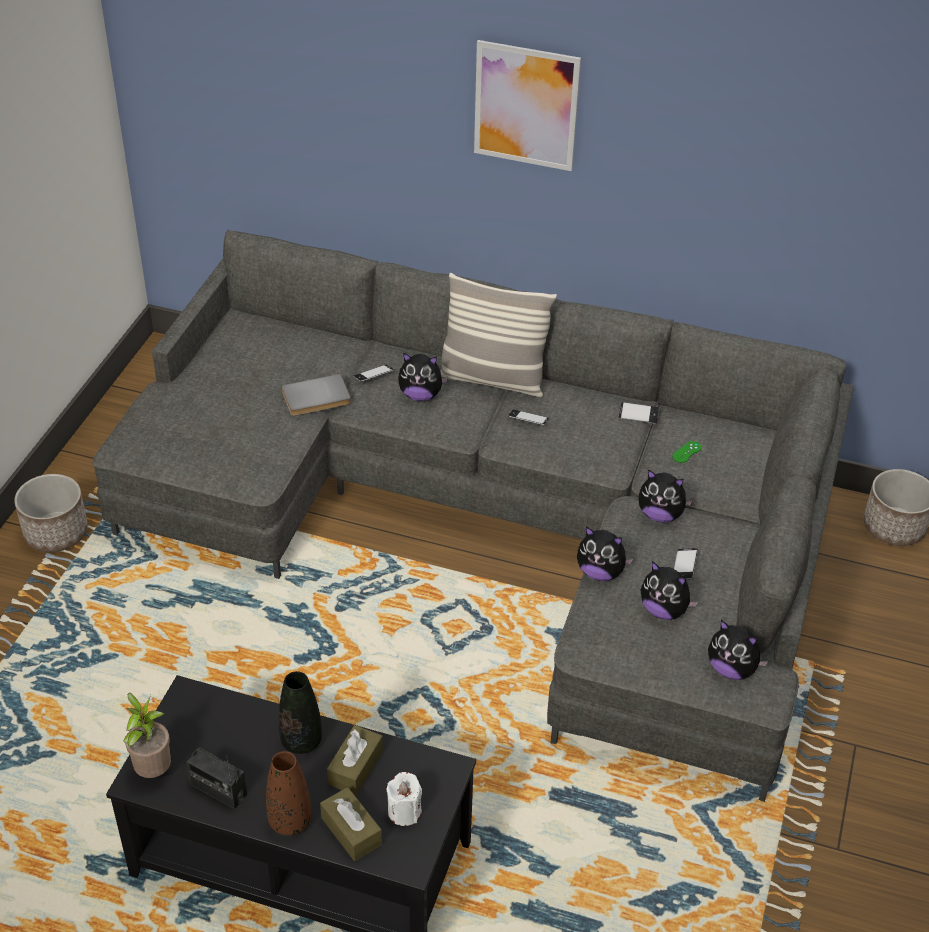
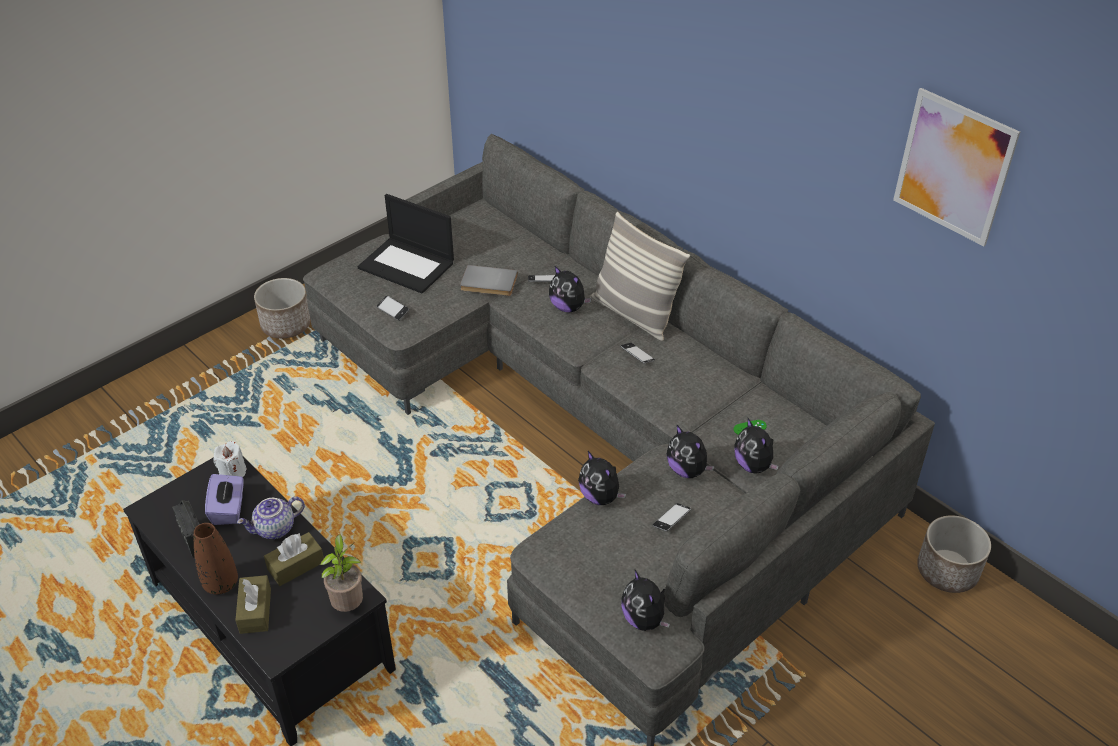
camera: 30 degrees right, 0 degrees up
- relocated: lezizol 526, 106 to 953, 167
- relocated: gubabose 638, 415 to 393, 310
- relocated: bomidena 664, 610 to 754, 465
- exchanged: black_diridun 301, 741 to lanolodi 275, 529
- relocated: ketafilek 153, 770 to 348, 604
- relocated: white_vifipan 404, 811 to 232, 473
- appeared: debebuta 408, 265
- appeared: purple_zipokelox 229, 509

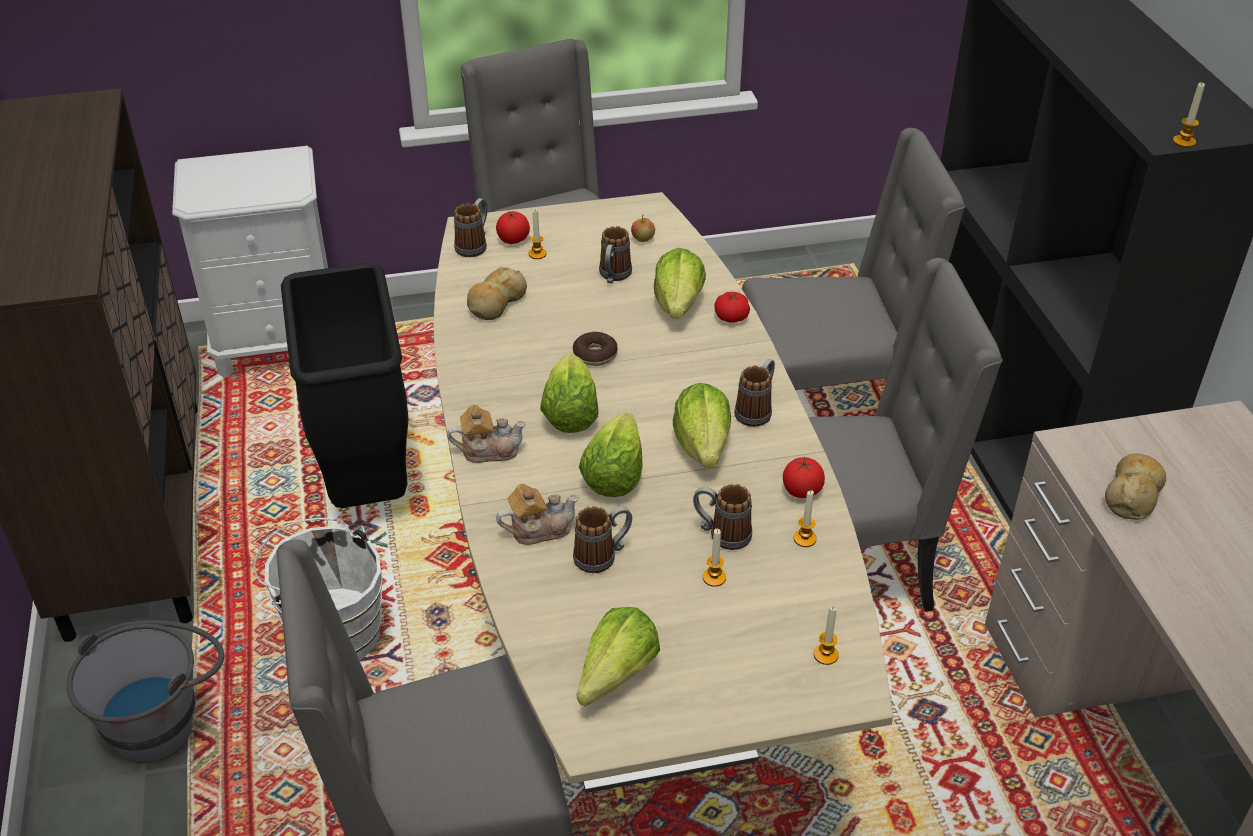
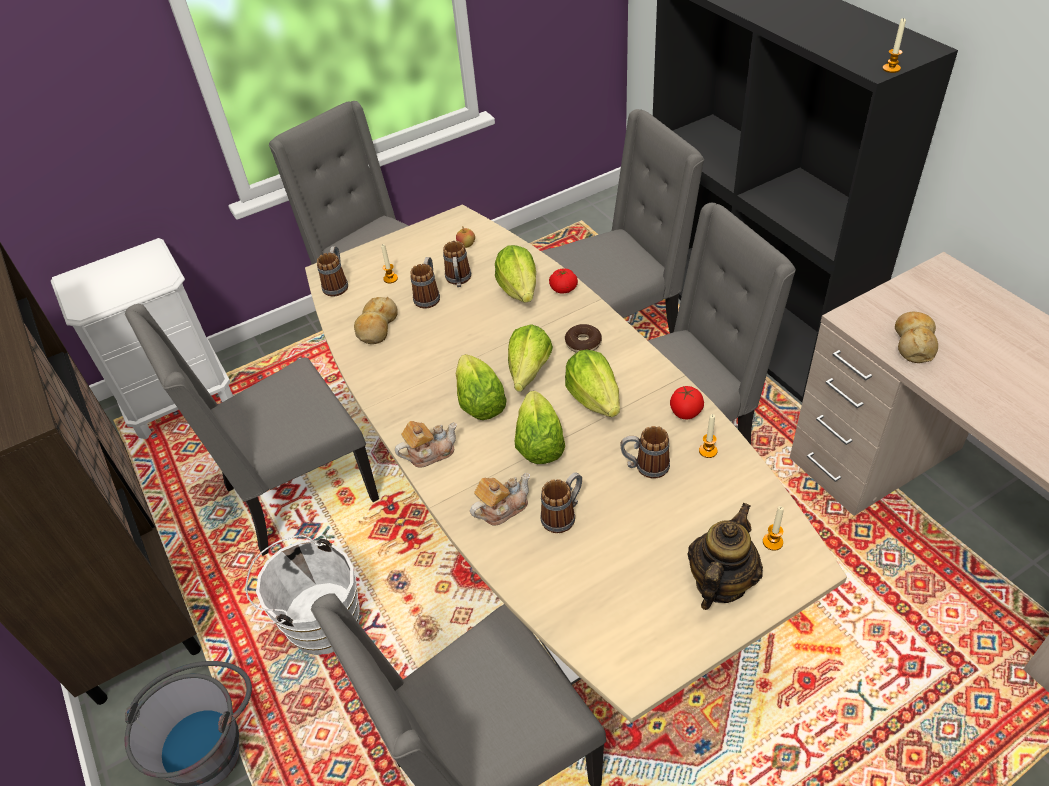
camera: 15 degrees left, 5 degrees up
- missing: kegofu 513, 240
- exchanged: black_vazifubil 365, 487 to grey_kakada 297, 494
- relocated: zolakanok 595, 355 to 583, 343
- relocated: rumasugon 756, 410 to 428, 296
- missing: vifipan 714, 578
- relocated: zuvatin 609, 682 to 526, 377
- appeared: lanolodi 720, 583

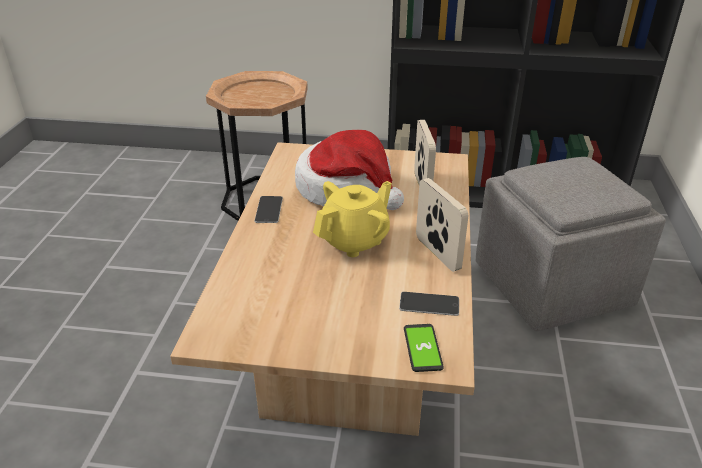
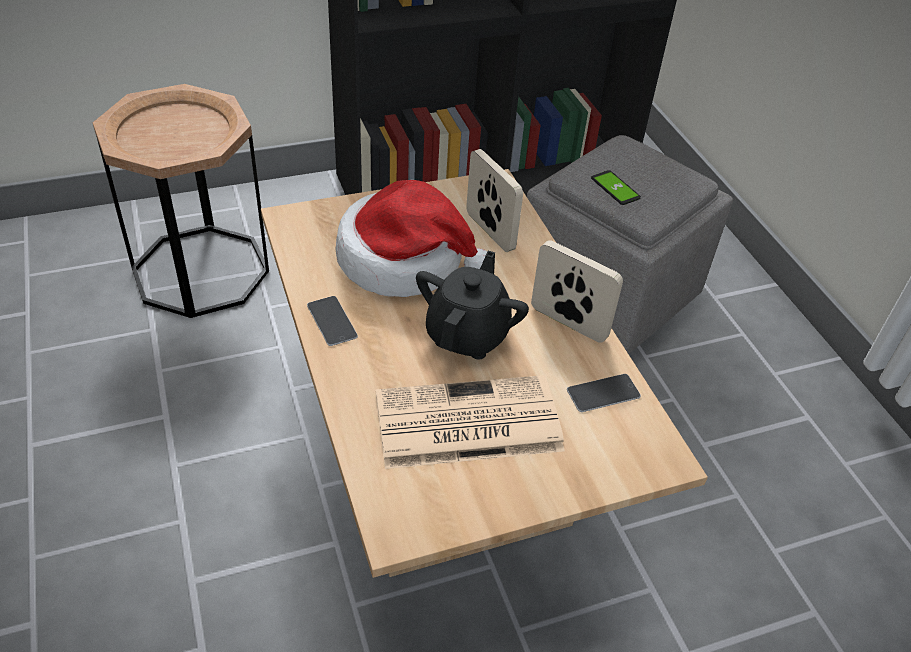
camera: 30 degrees left, 10 degrees up
- colour: yellow_lanolodi 354, 240 to black_lanolodi 468, 334
- relocated: gubabose 422, 348 to 615, 188
- appeared: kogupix 465, 424

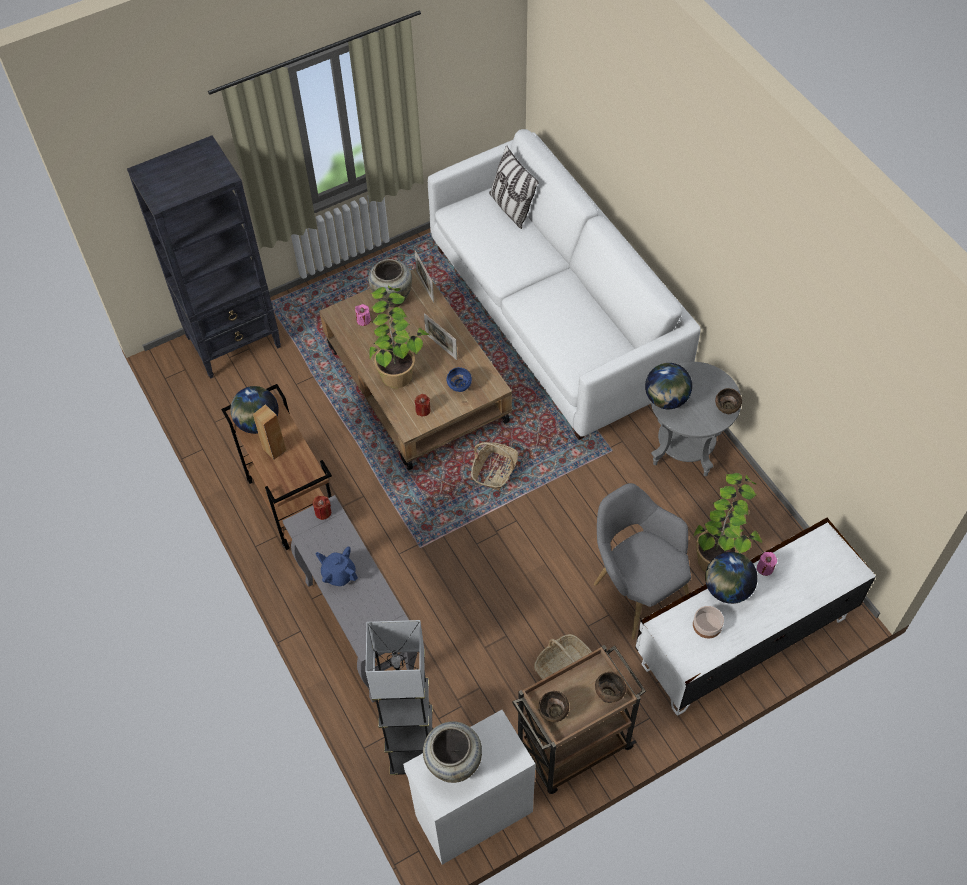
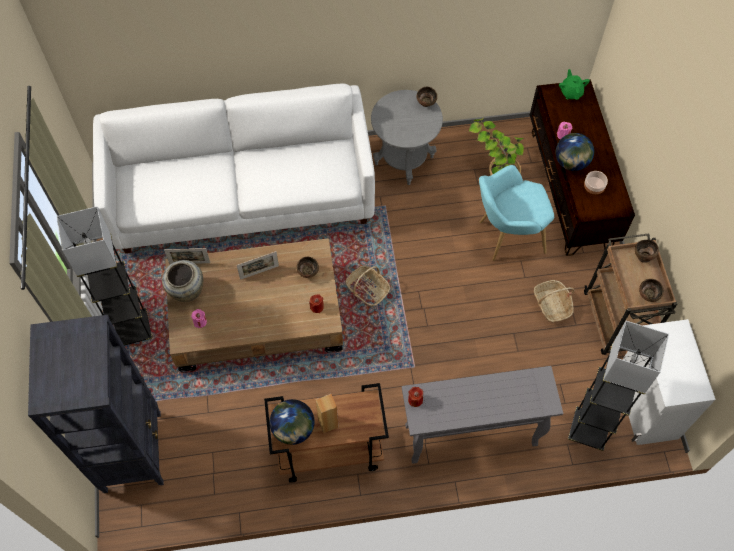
camera: 70 degrees left, 5 degrees up
- missing: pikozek 511, 208
- missing: ketafilek 397, 362
- missing: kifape 666, 399
- colour: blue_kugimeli 460, 388 to brown_kugimeli 308, 273
- colour: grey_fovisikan 635, 589 to turquoise_fovisikan 506, 236
- colour: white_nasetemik 742, 640 to brown_nasetemik 569, 189
- missing: blue_lanolodi 338, 574
- missing: beige_diridun 453, 764
- appeared: green_lanolodi 571, 92
- appeared: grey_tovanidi 133, 330

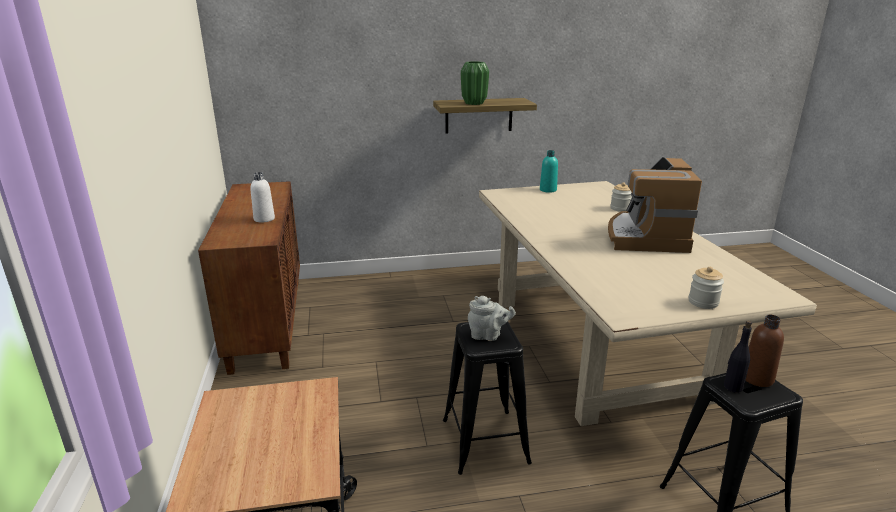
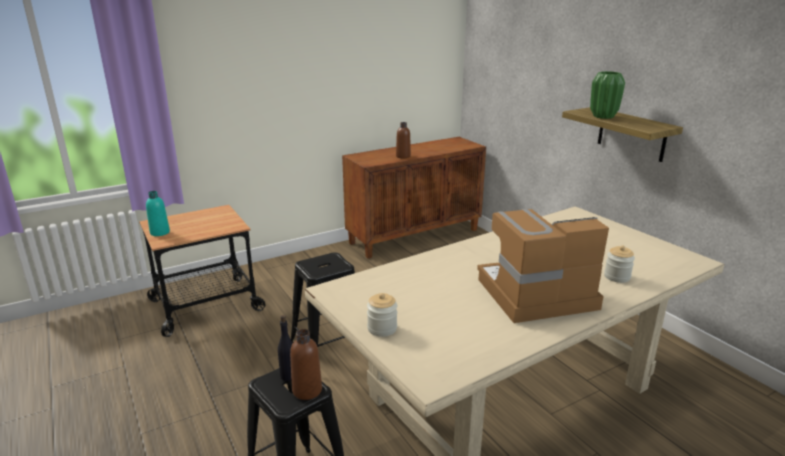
camera: 70 degrees right, 0 degrees up
- relocated: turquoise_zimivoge 548, 190 to 160, 232
- colour: white_zimivoge 264, 219 to brown_zimivoge 403, 156
- missing: grey_lanolodi 488, 336

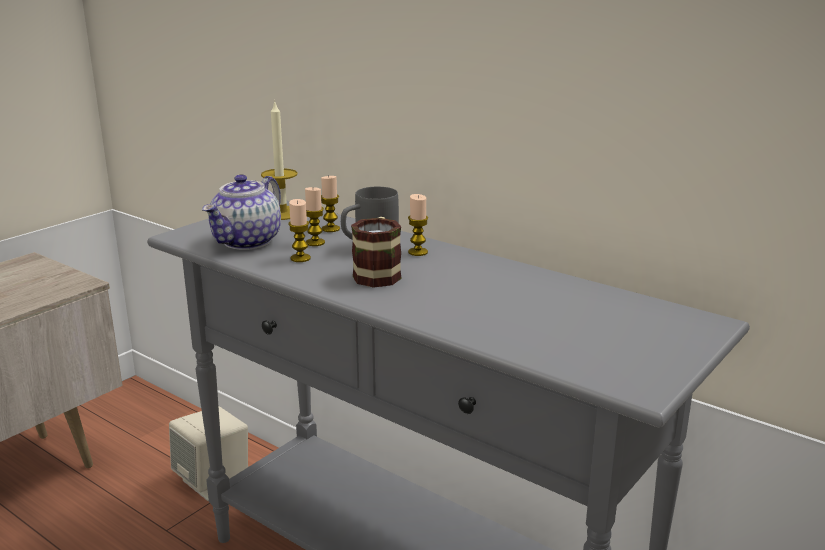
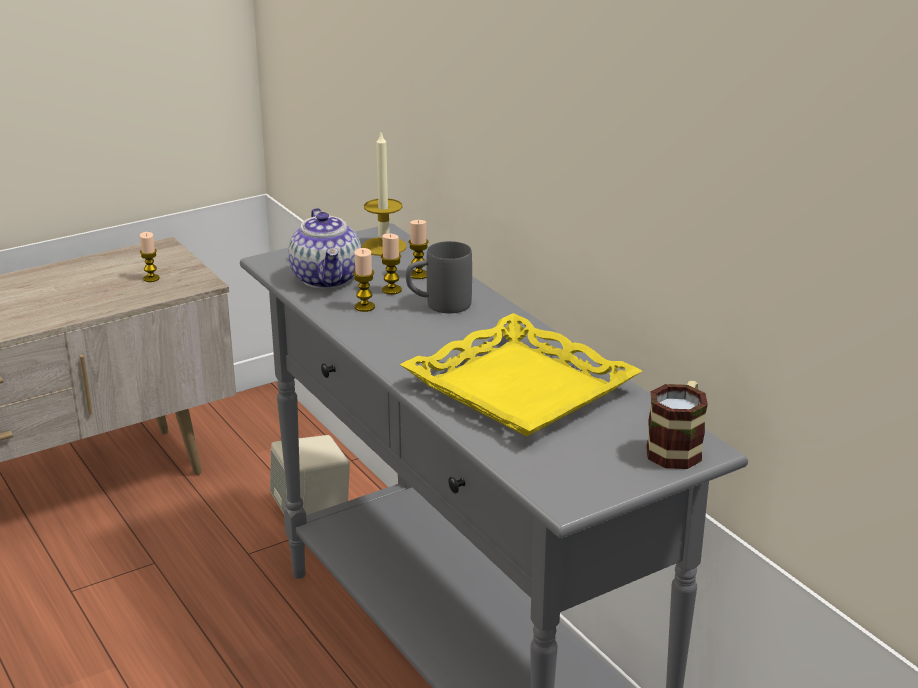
camera: 20 degrees right, 5 degrees up
- spun: lanolodi 247, 242 = 327, 279 60 degrees counterclockwise
- relocated: vifipan 418, 252 to 151, 278
- relocated: rumasugon 378, 273 to 677, 447
- appeared: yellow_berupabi 518, 389

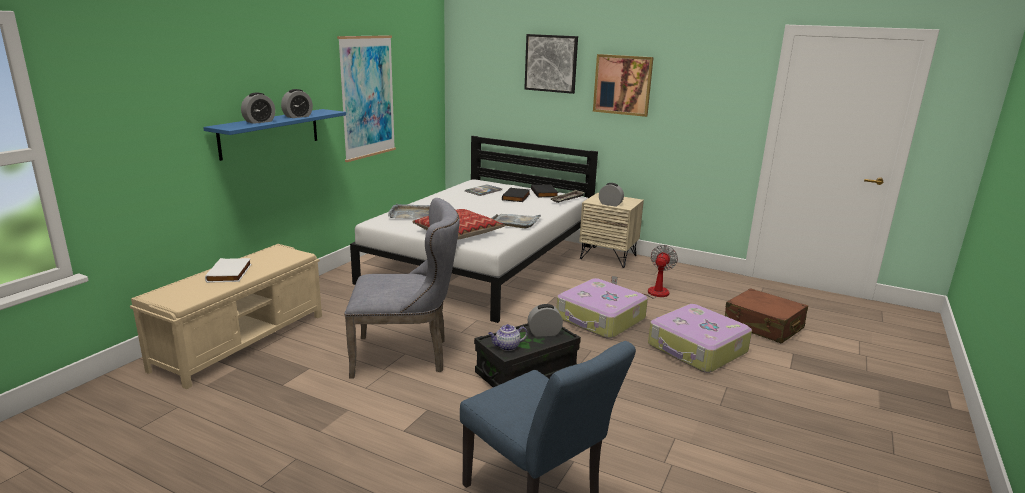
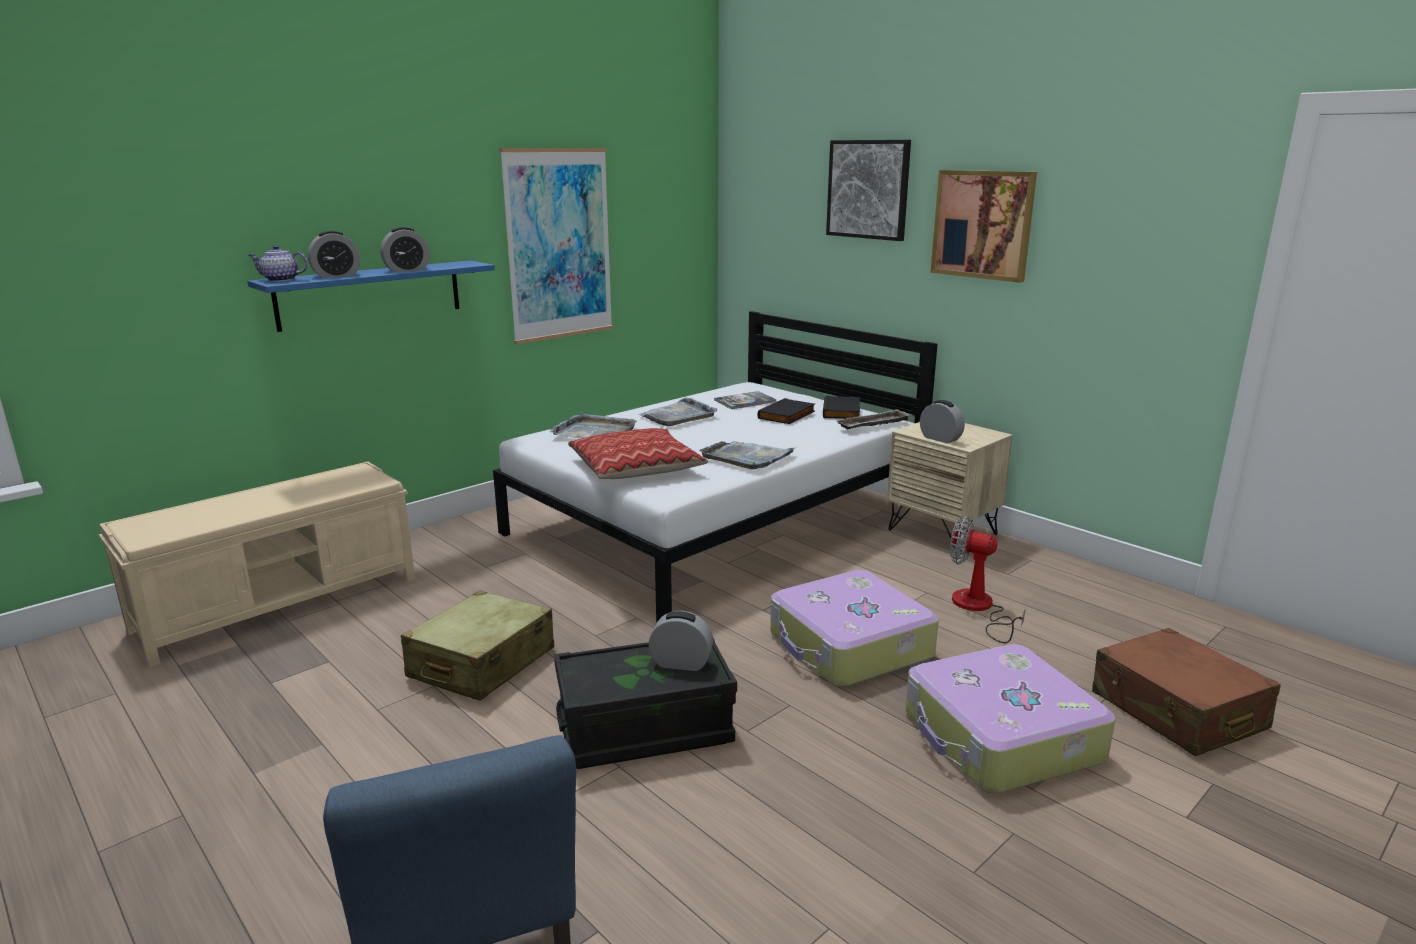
camera: 20 degrees right, 0 degrees up
- exchanged: grey_kakada 407, 355 to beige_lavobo 481, 664
- spun: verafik 650, 293 = 978, 609 105 degrees counterclockwise
- missing: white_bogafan 230, 273
- relocated: lanolodi 507, 347 to 280, 280
- appeared: grey_berupabi 678, 415

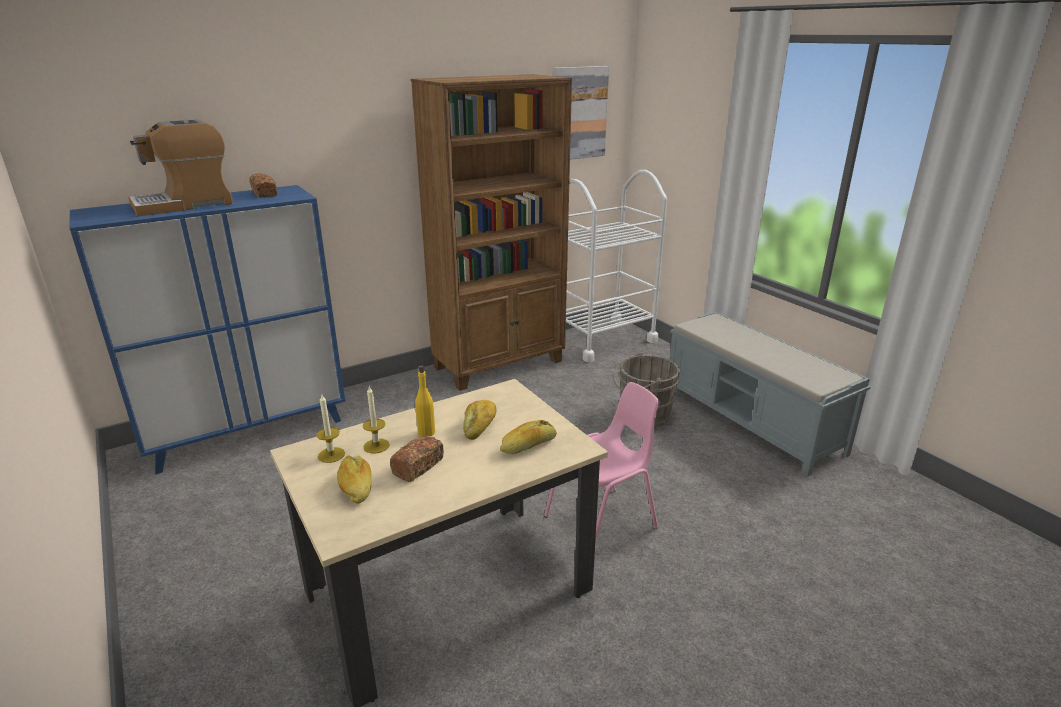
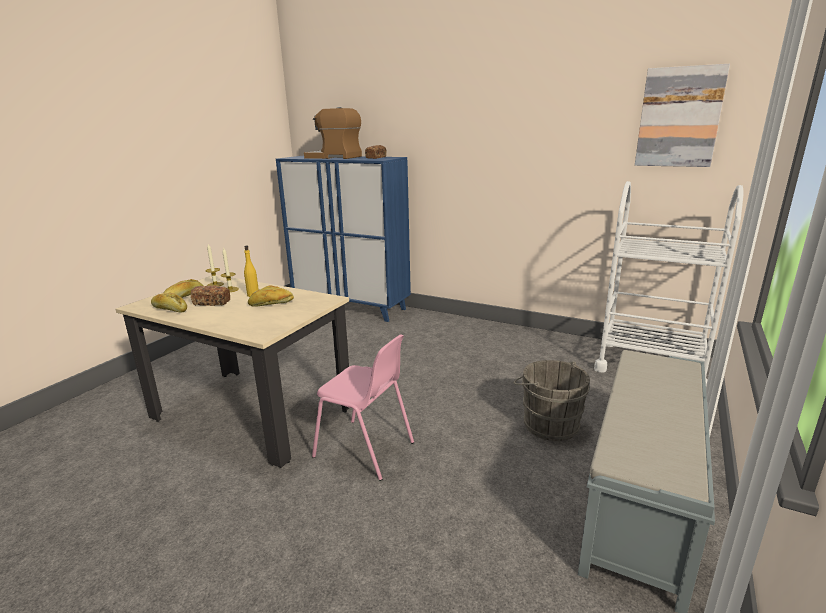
camera: 60 degrees right, 5 degrees down
- missing: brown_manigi 500, 364
- relocated: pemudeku 528, 446 to 170, 309

